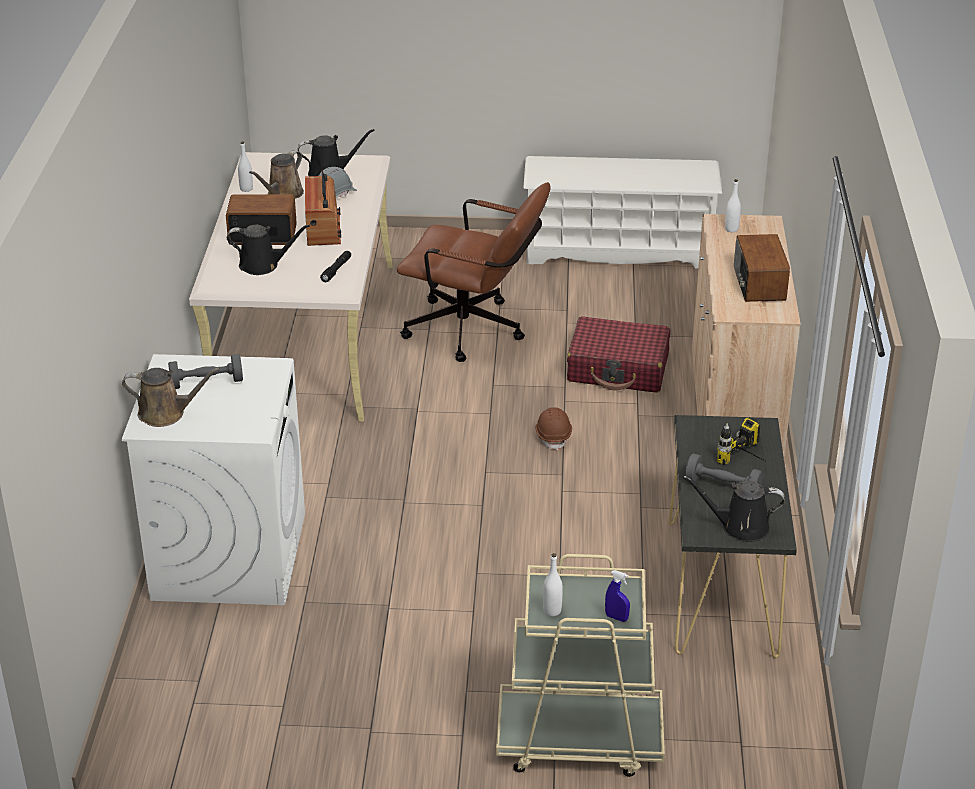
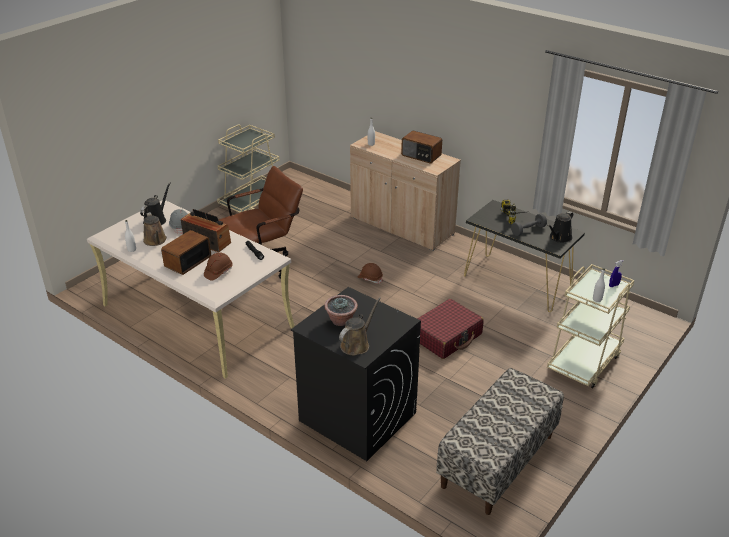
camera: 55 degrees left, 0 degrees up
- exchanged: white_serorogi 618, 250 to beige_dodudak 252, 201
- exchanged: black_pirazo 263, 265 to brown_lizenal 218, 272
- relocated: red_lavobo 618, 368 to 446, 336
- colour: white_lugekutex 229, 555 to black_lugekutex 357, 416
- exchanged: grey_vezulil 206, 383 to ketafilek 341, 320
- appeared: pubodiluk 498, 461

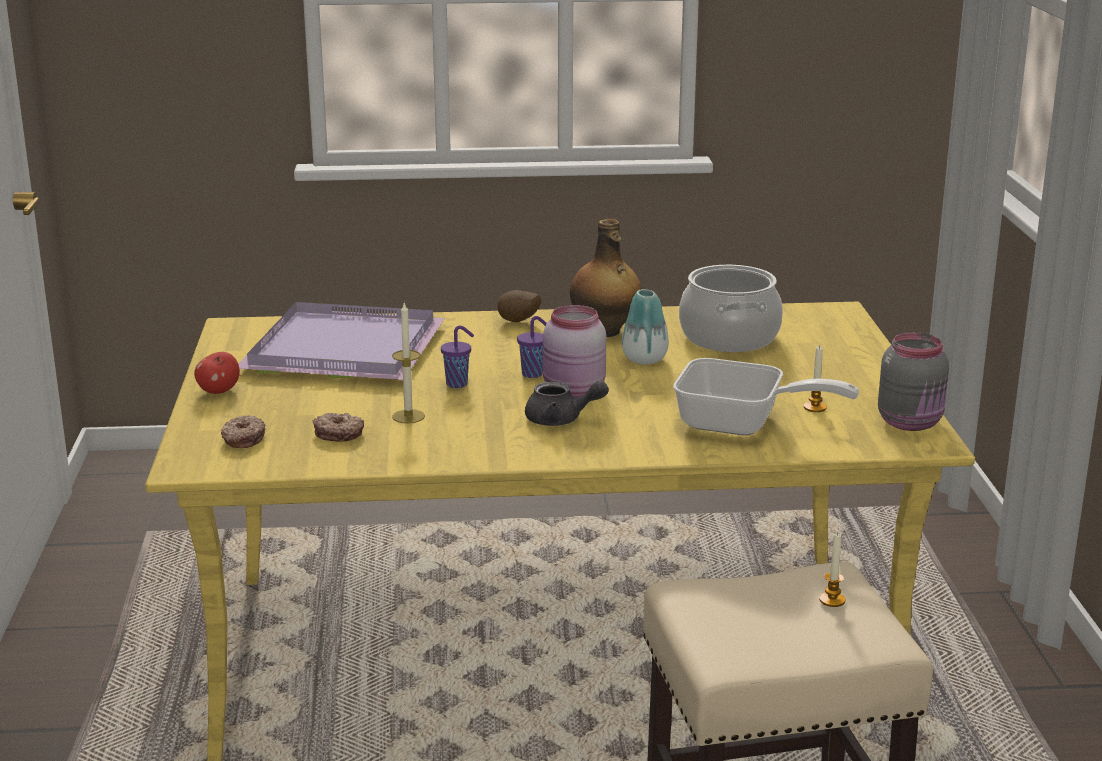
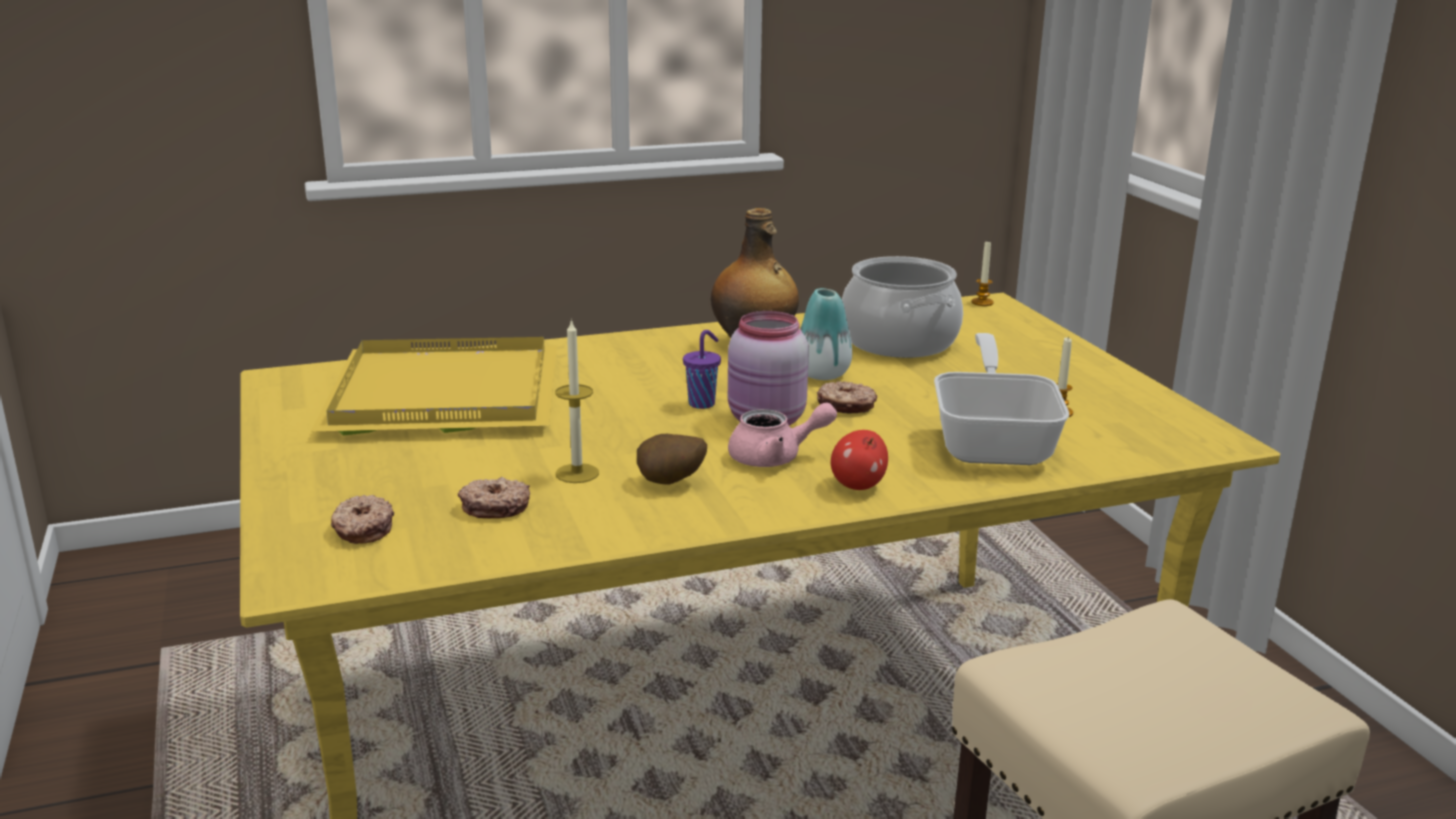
camera: 15 degrees left, 0 degrees up
- relocated: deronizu 518, 322 to 670, 484
- colour: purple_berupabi 348, 348 to yellow_berupabi 449, 393
- missing: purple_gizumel 458, 384
- missing: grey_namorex 911, 422
- relocated: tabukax 218, 391 to 858, 485
- spun: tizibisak 742, 424 = 994, 441 90 degrees counterclockwise
- colour: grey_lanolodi 561, 420 to pink_lanolodi 775, 458
- relocated: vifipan 832, 600 to 982, 302
- appeared: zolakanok 846, 406

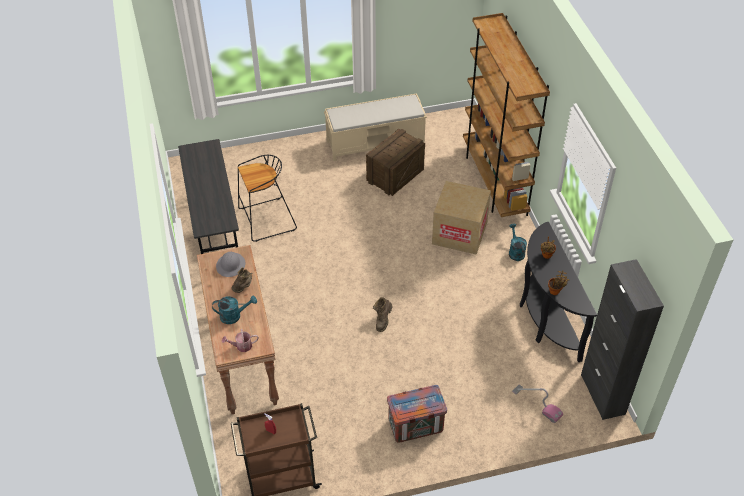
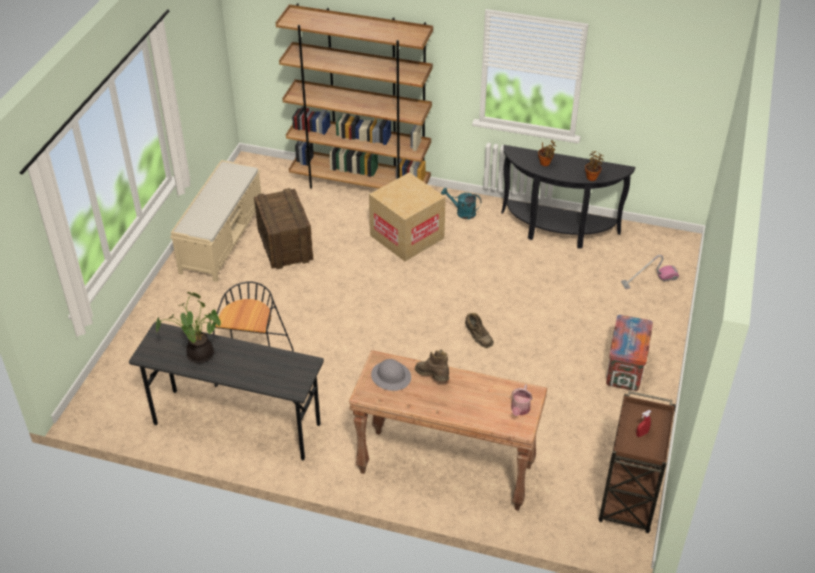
camera: 60 degrees left, 5 degrees down
- missing: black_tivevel 602, 394
- missing: turquoise_pirazo 234, 316
- appeared: ketafilek 198, 356

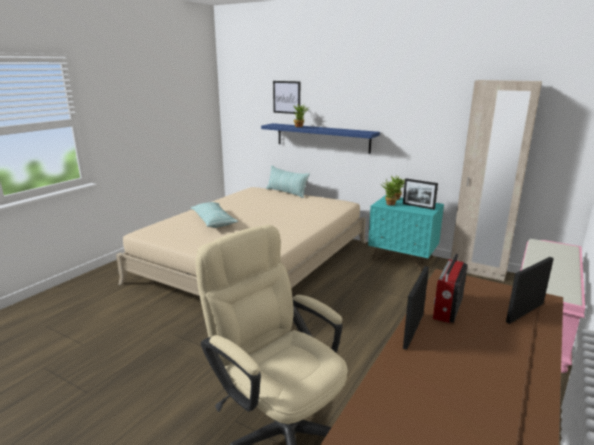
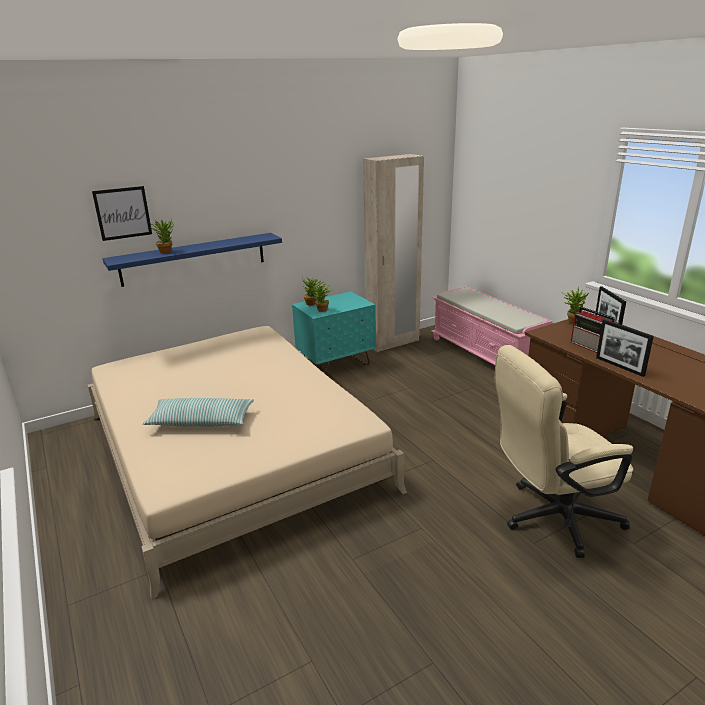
camera: 60 degrees left, 5 degrees up
- missing: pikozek 287, 192
- missing: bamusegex 418, 206
- appeared: ketafilek 572, 322

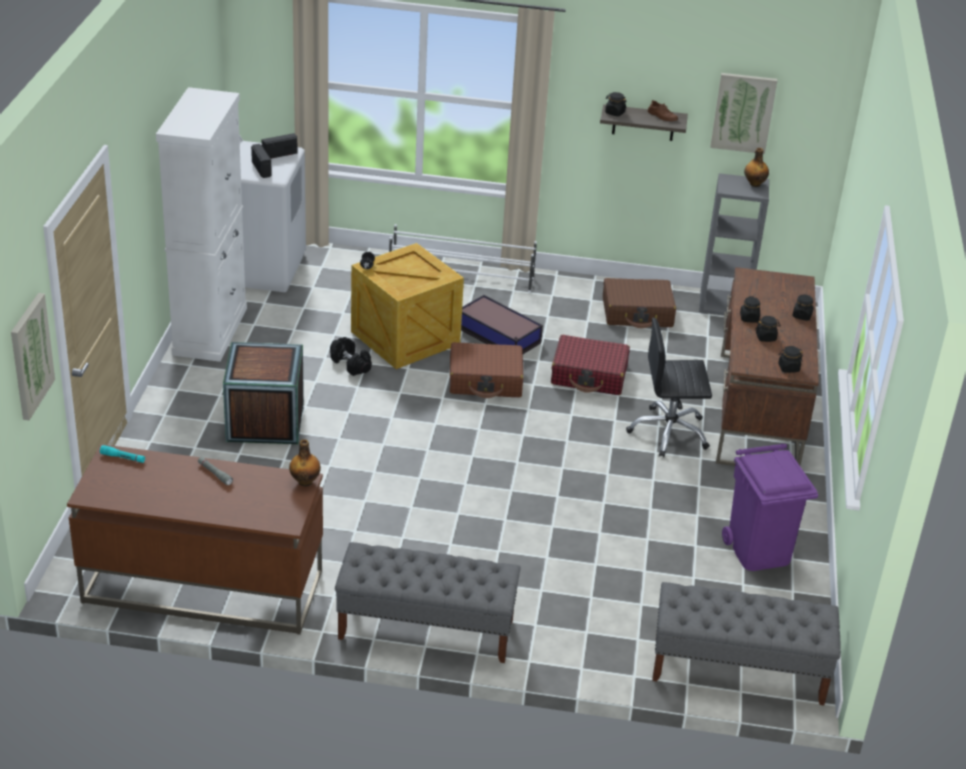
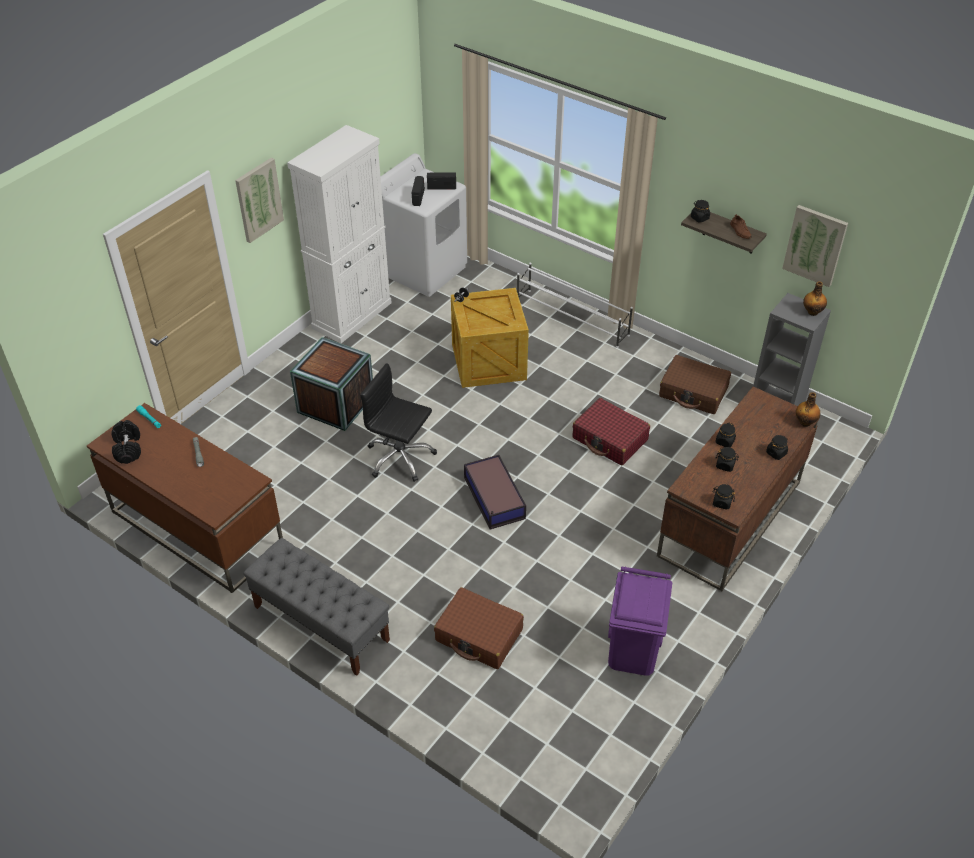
camera: 30 degrees right, 10 degrees up
- relocated: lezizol 30, 356 to 258, 200
- relocated: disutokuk 499, 336 to 494, 498
- relocated: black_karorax 669, 433 to 400, 458
- relocated: black_vezulil 351, 364 to 128, 449
- relocated: brown_lavobo 486, 380 to 479, 635
- relocated: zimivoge 305, 481 to 805, 422
- missing: grey_pubodiluk 737, 670

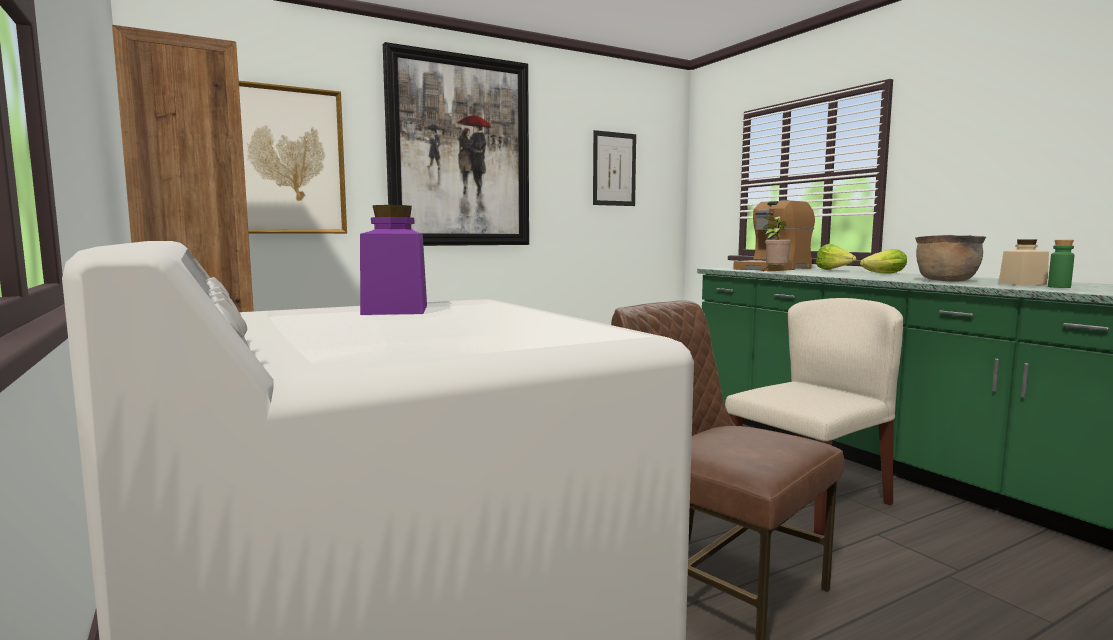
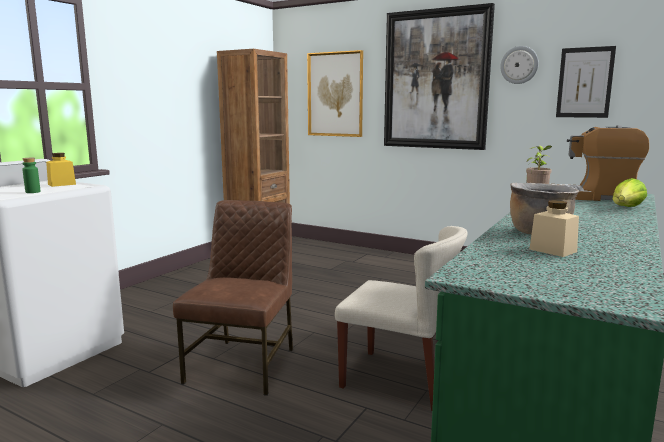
camera: 60 degrees right, 5 degrees up
- colour: purple_namorex 395, 310 to yellow_namorex 62, 184
- relocated: green_zimivoge 1059, 287 to 33, 192
- missing: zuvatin 881, 273
- appeared: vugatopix 519, 65

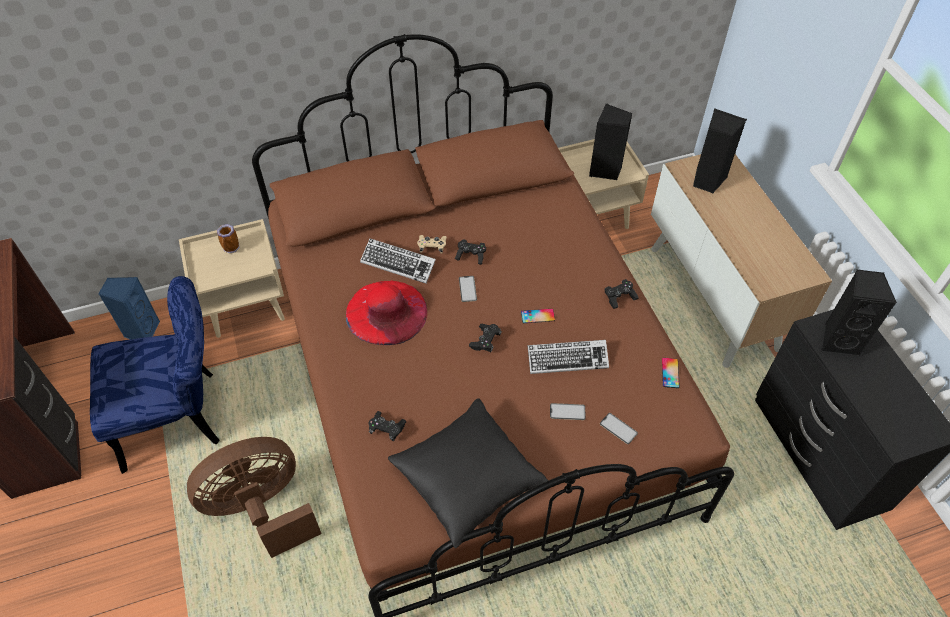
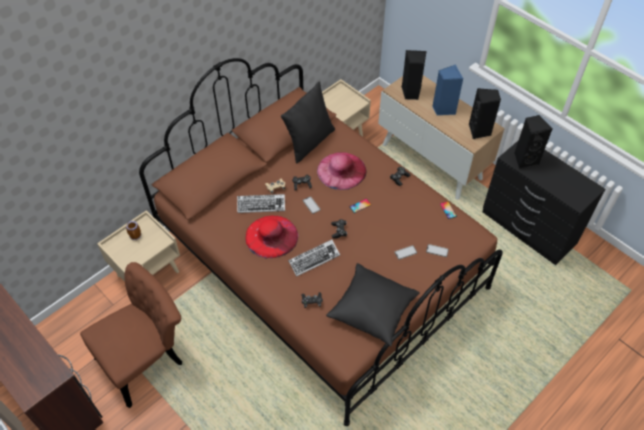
camera: 25 degrees left, 0 degrees up
- relocated: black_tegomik 605, 170 to 479, 131
- colour: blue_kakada 180, 416 to brown_kakada 146, 358
- relocated: blue_tegomik 142, 331 to 443, 109
- relocated: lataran 567, 359 to 314, 259
- missing: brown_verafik 262, 509
- appeared: black_pikozek 309, 142
- appeared: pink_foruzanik 341, 170

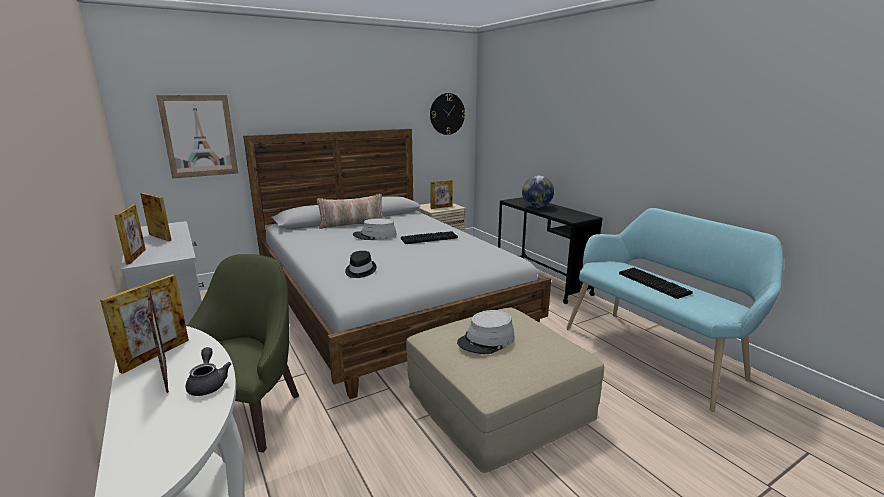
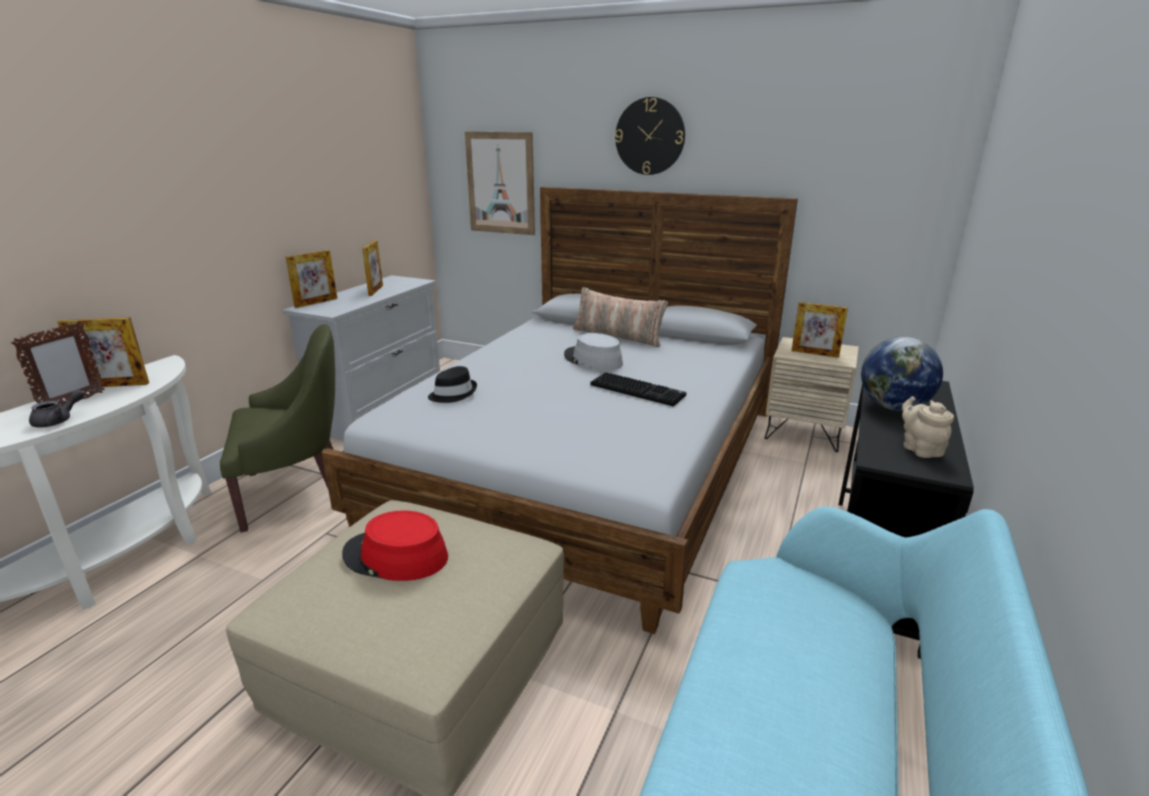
camera: 55 degrees right, 5 degrees up
- relocated: vugatopix 447, 114 to 650, 136
- missing: lataran 655, 283
- colour: grey_foruzanik 486, 340 to red_foruzanik 395, 556
- appeared: beige_lanolodi 920, 449

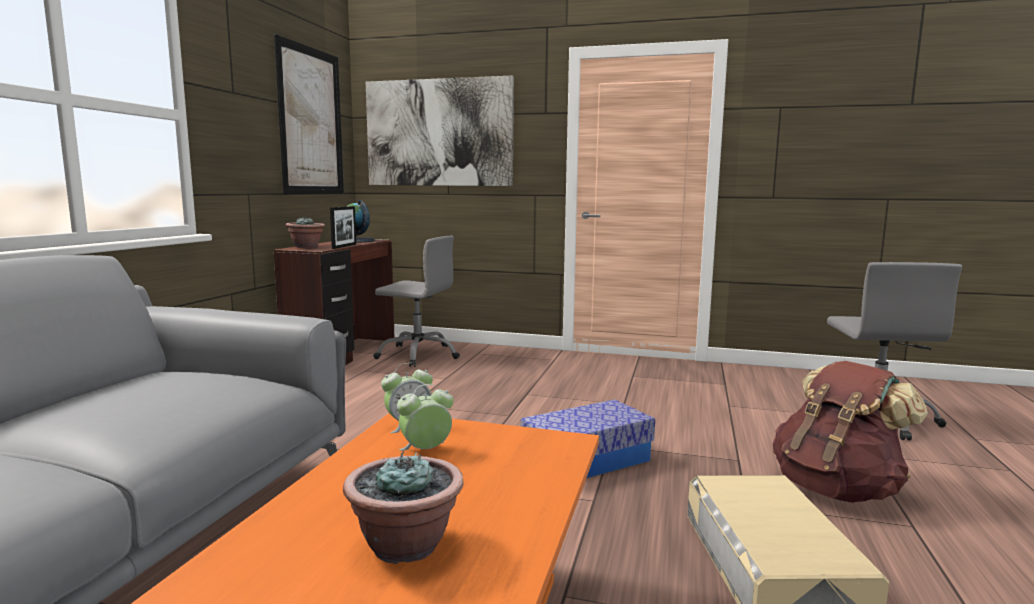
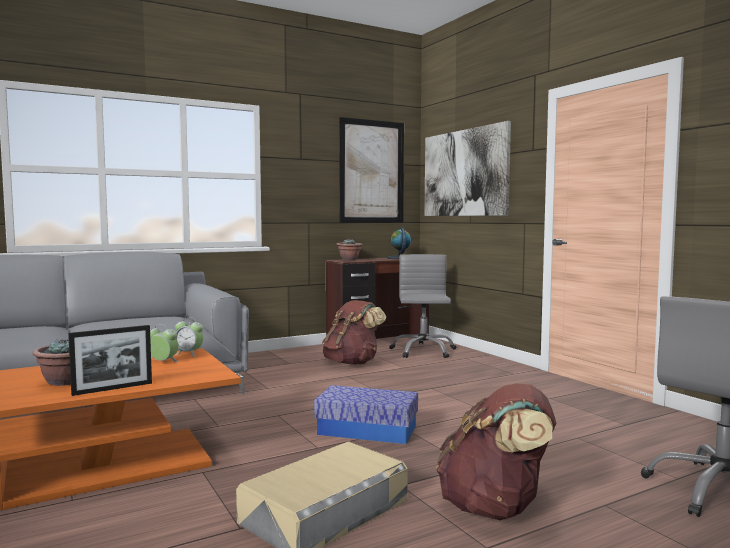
camera: 45 degrees right, 5 degrees down
- relocated: bamusegex 344, 246 to 113, 389
- spun: grey_karorax 418, 355 = 423, 351 150 degrees counterclockwise
- appeared: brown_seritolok 352, 363

